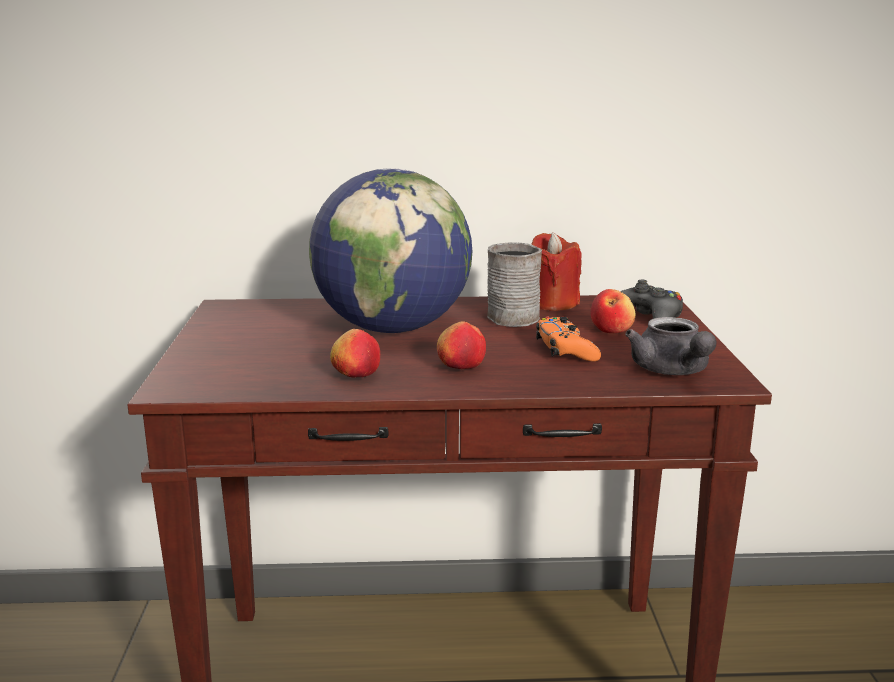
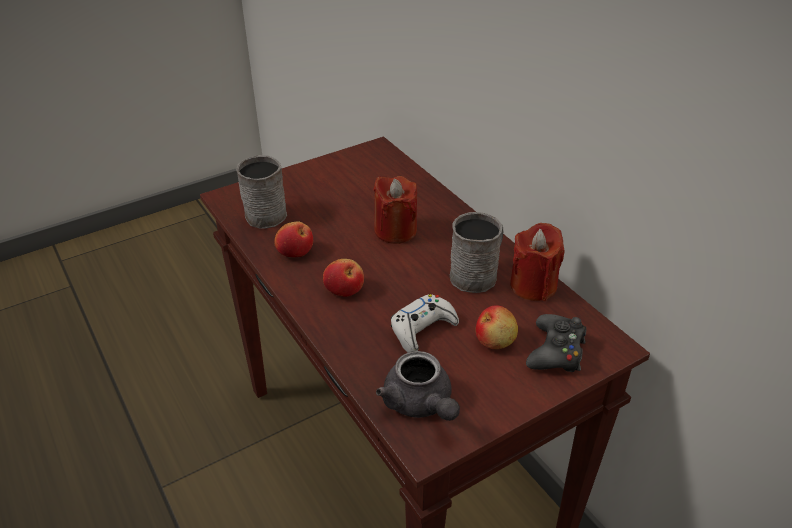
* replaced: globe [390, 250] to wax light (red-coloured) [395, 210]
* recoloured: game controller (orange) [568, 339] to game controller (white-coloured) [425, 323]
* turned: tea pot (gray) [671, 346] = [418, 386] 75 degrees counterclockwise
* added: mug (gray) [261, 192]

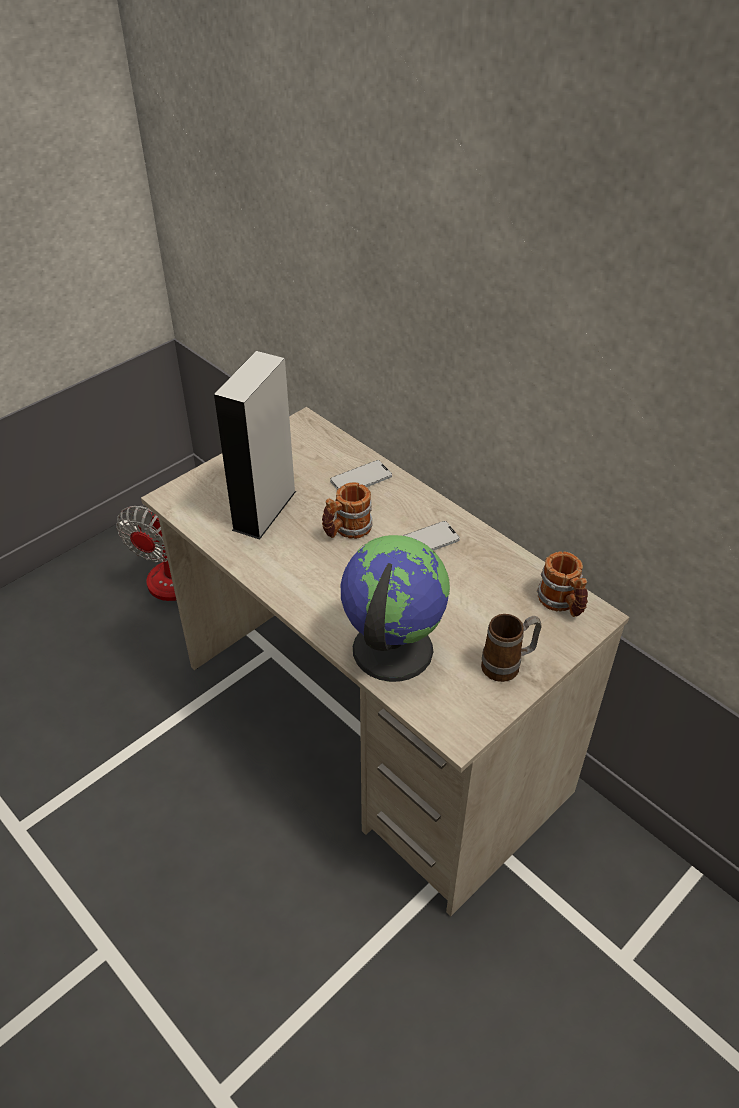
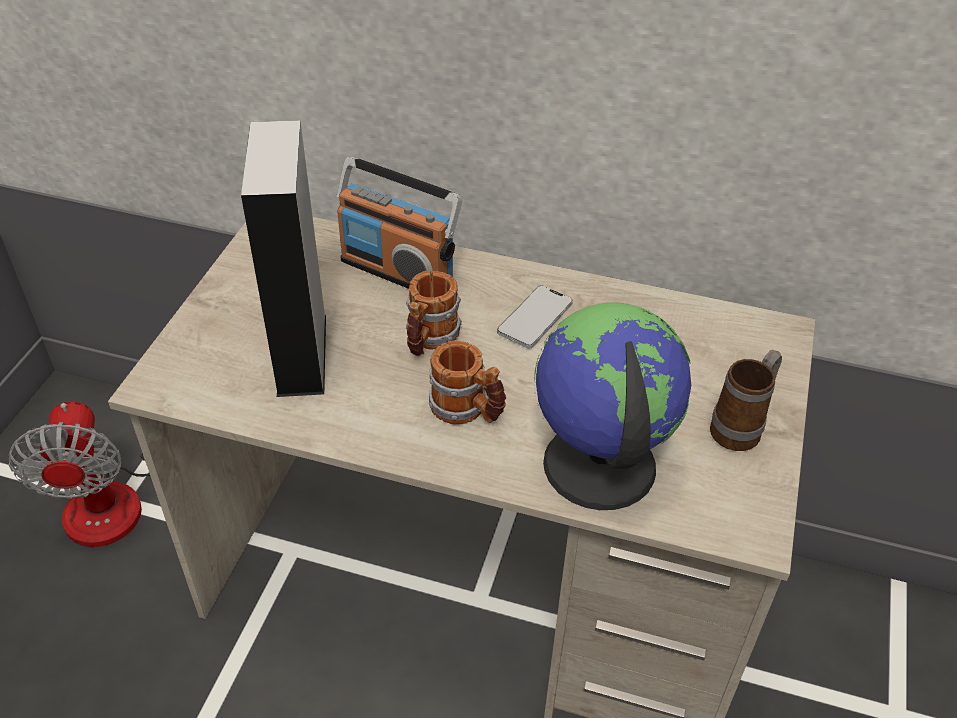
* replaced: phone [361, 475] to radio receiver [399, 223]
* moved: mug [562, 584] to [467, 383]

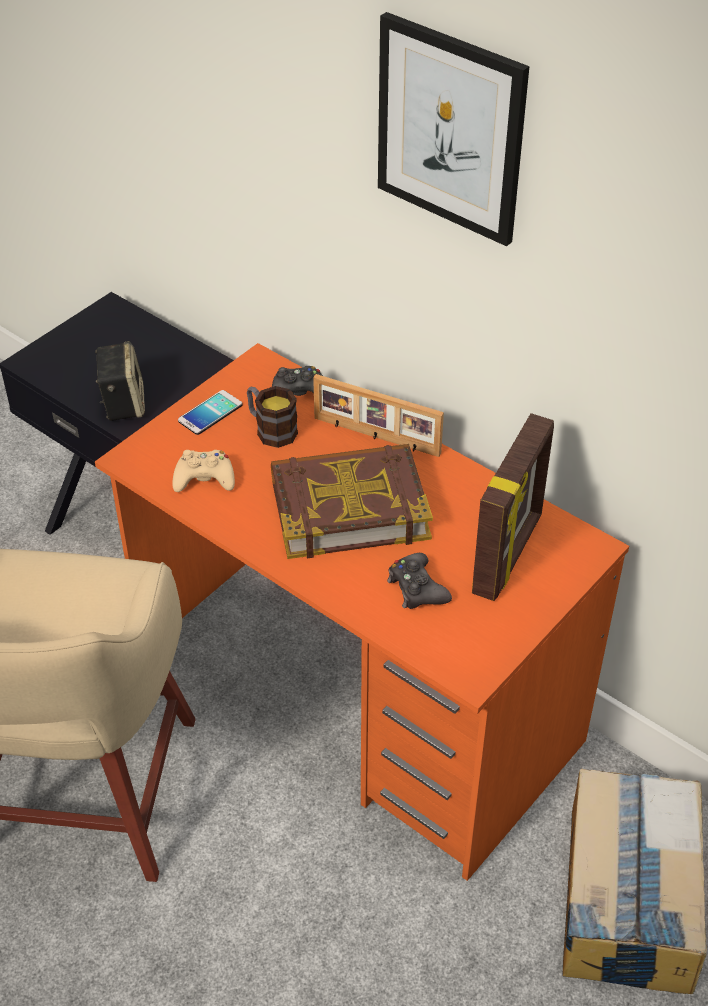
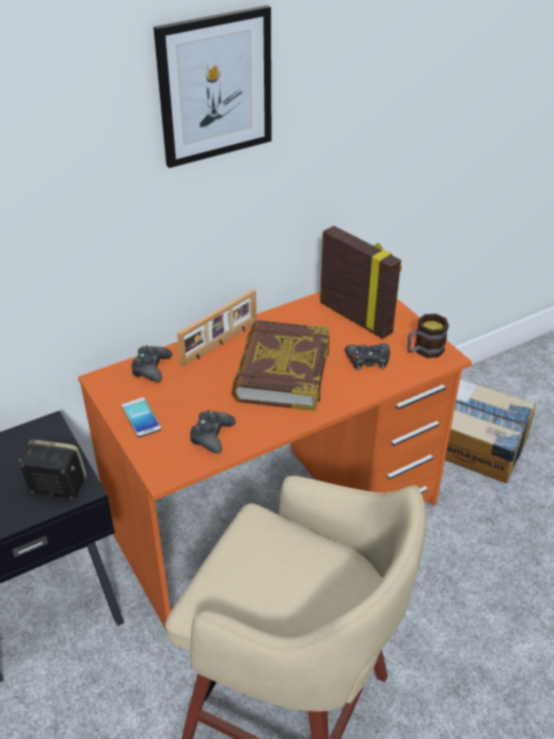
* recoloured: game controller (sand-coloured) [203, 471] to game controller (black) [213, 431]
* moved: mug [272, 417] to [428, 336]

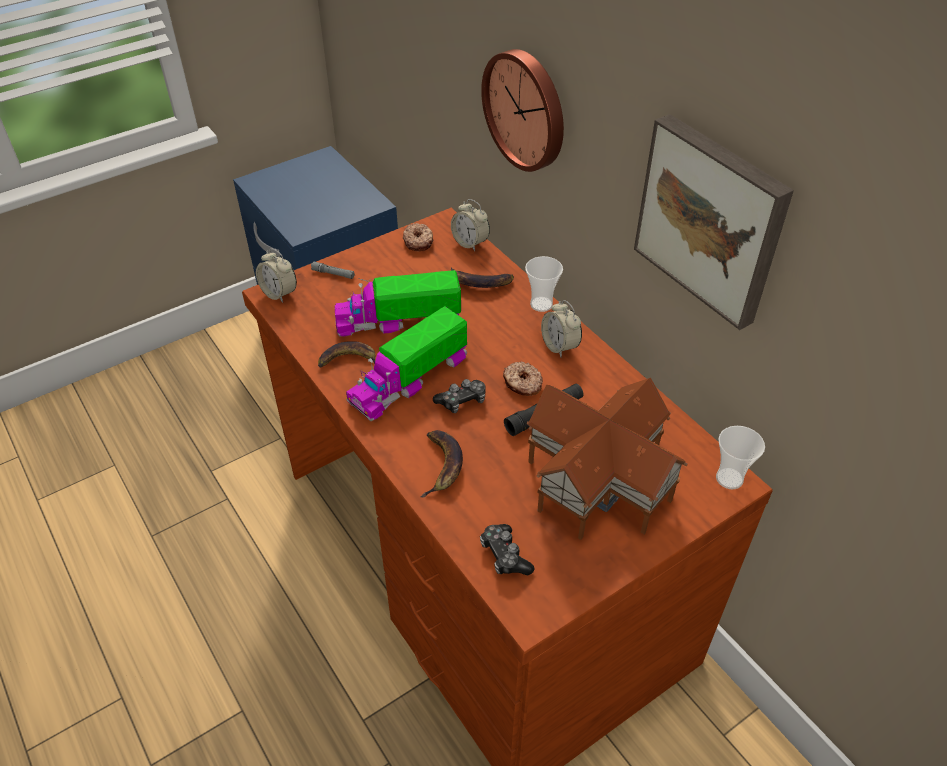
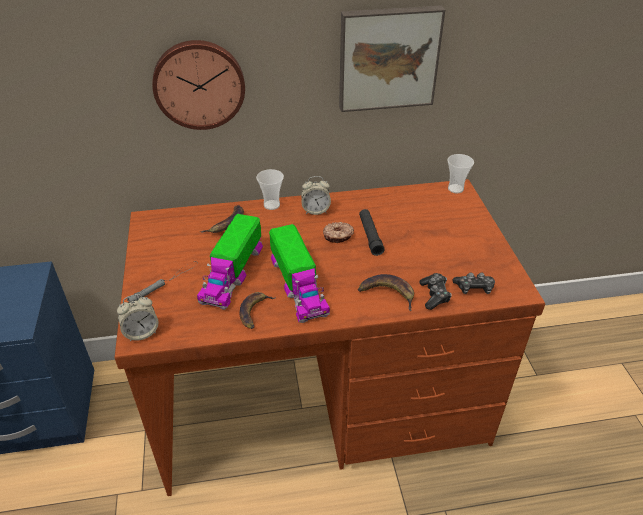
* removed: doughnut [418, 237]
* moved: game controller [459, 396] to [435, 291]
* removed: table clock [470, 225]
* removed: toy house [607, 459]

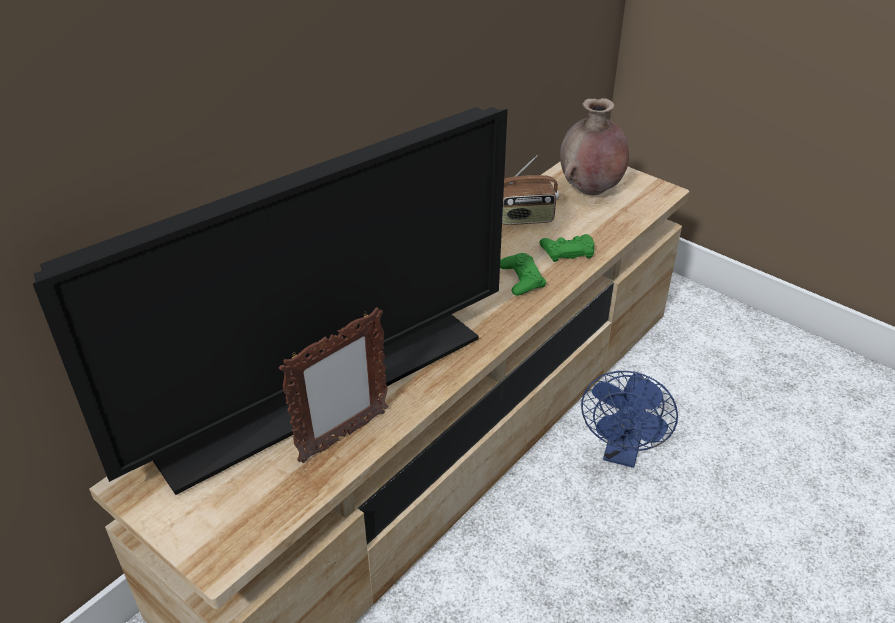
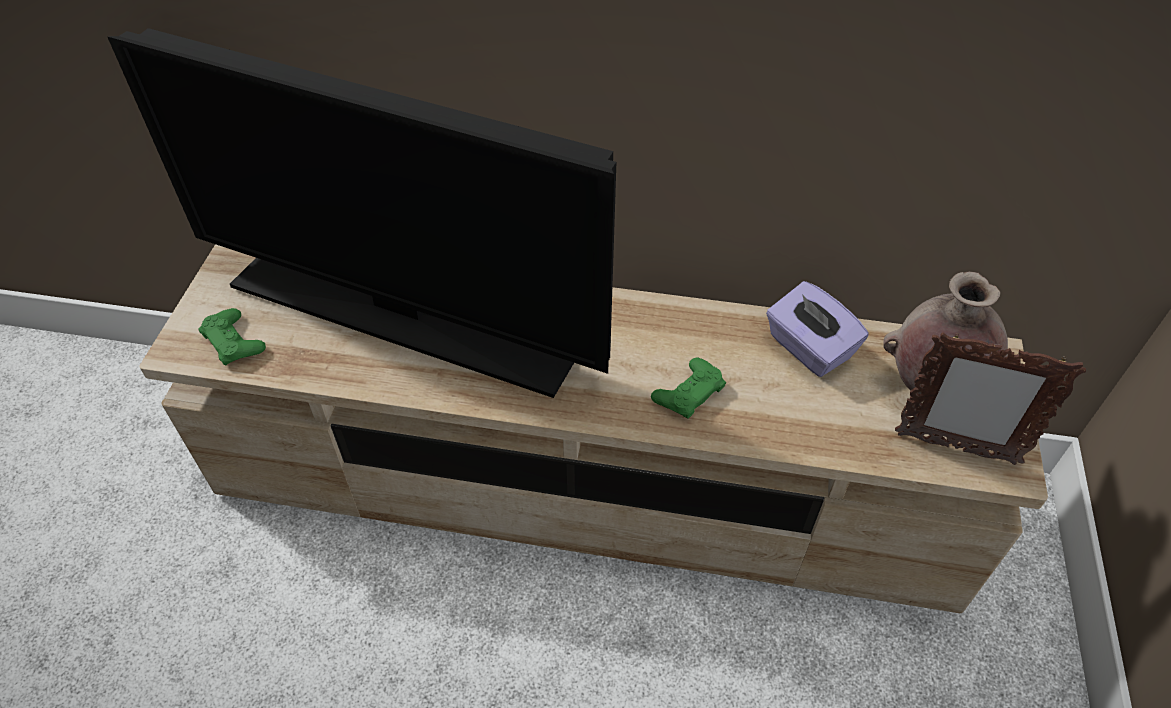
* moved: picture frame [333, 385] to [990, 398]
* replaced: radio receiver [530, 190] to box of tissues (purplish) [817, 329]
* moved: game controller (greenish) [566, 248] to [232, 337]
* removed: cooling fan (blue-coloured) [629, 419]

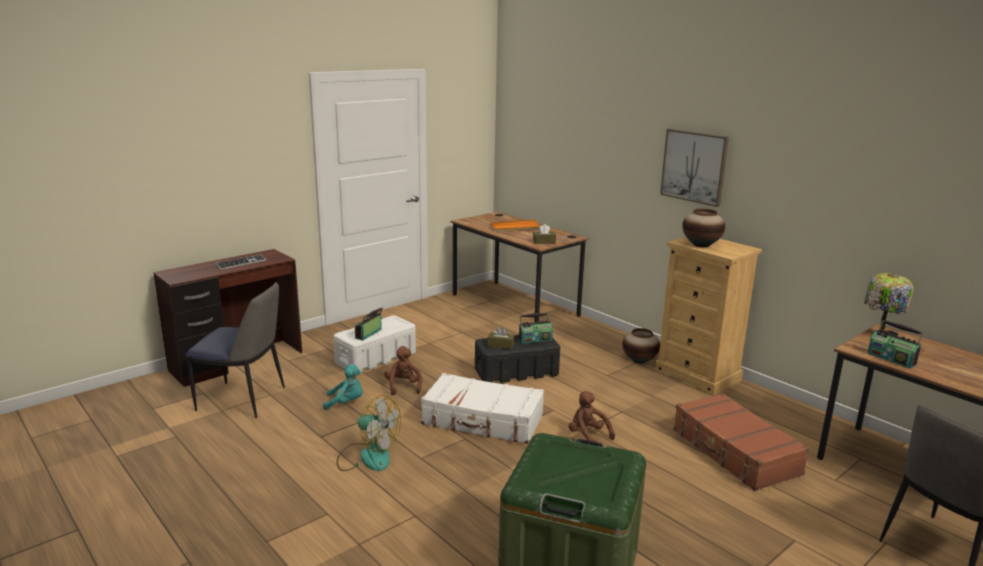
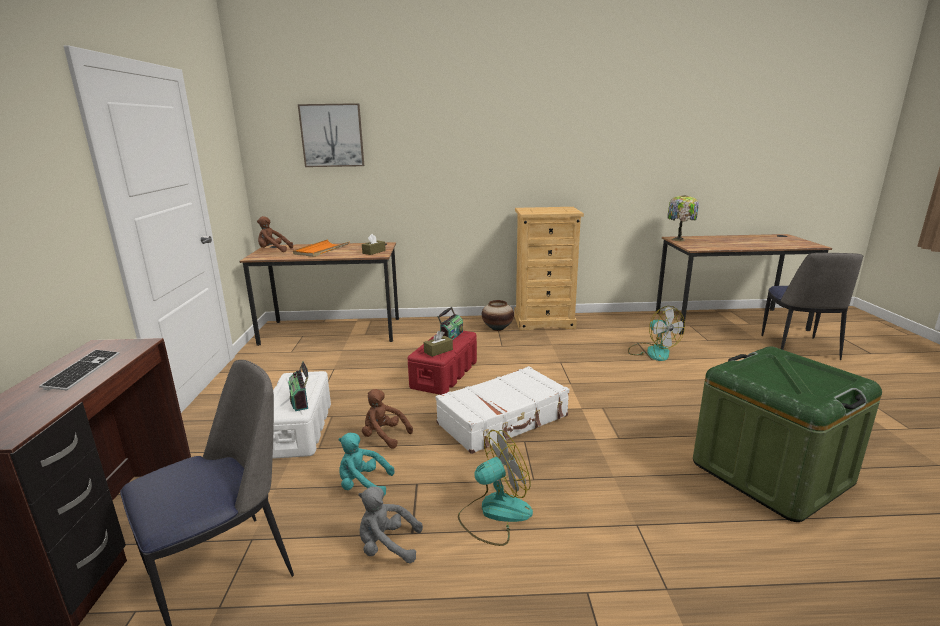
* turned: plush toy (blue-green) [343, 387] = [367, 464] 120 degrees counterclockwise
* recoloured: storage box (black) [517, 359] to storage box (red-coloured) [442, 363]
* moved: plush toy (brownish) [592, 416] to [275, 234]
* moved: wall art [694, 168] to [331, 135]
* replaced: suitcase (brownish) [741, 442] to cooling fan [656, 333]
* removed: flower vase [703, 228]
* removed: radio receiver [896, 344]
* added: plush toy (gray) [390, 524]

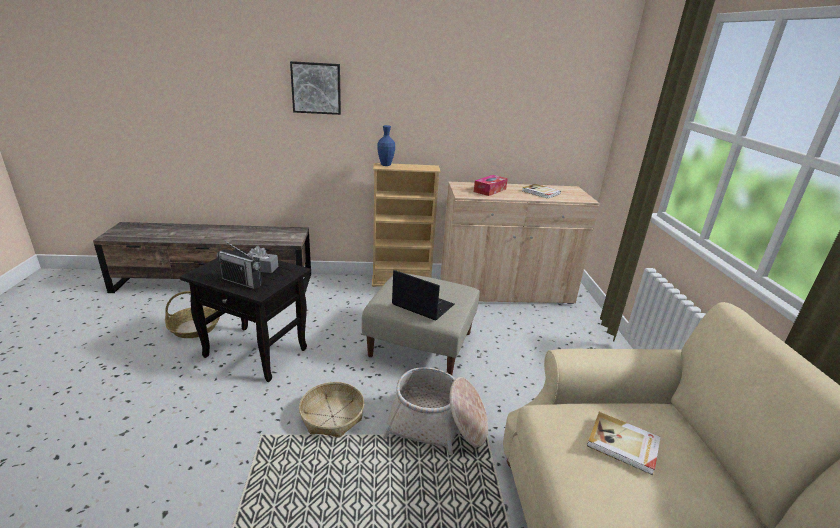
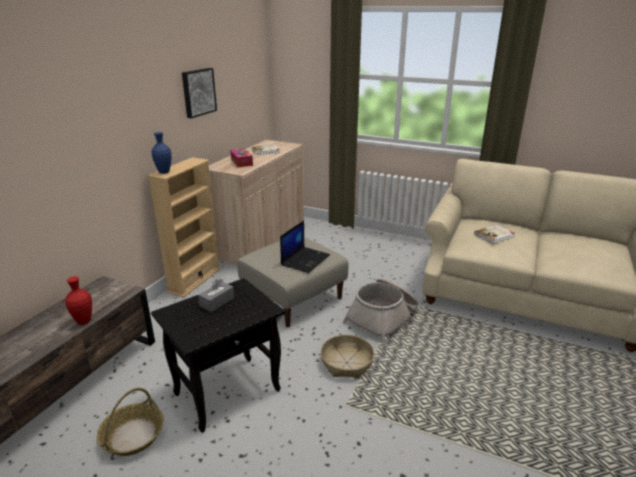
* removed: radio receiver [239, 264]
* moved: wall art [315, 88] to [199, 93]
* turned: portable computer [423, 295] = [305, 246] 150 degrees clockwise
* added: flower vase (red-coloured) [78, 300]

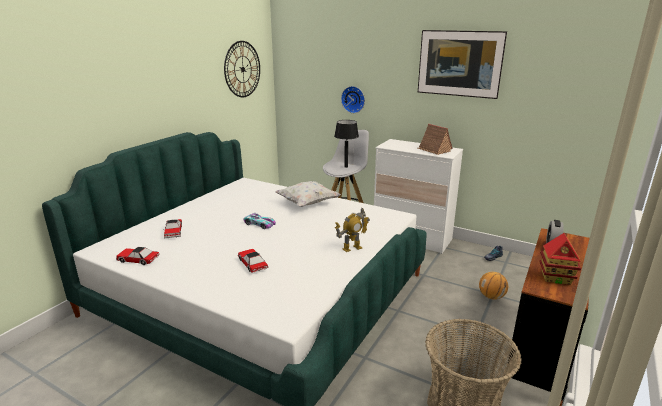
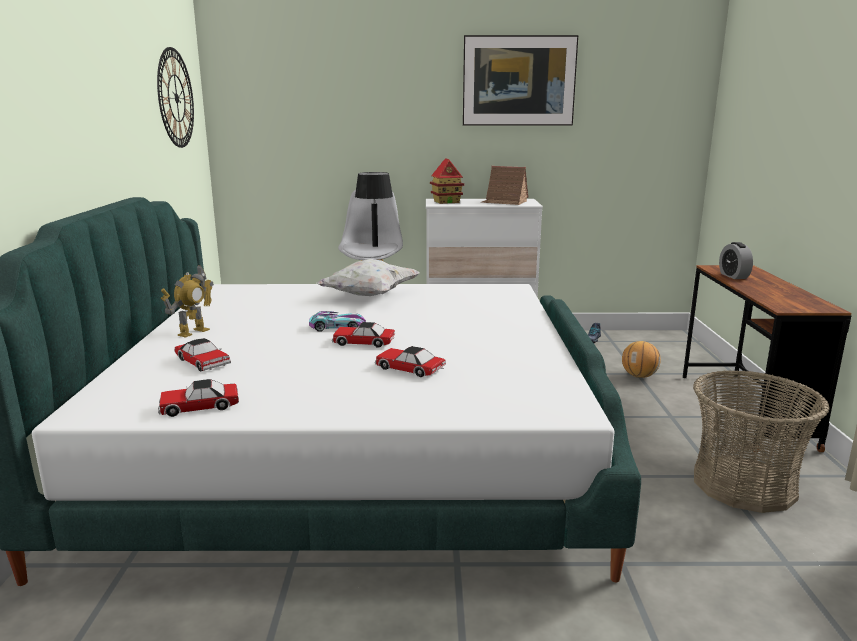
* moved: toy robot [352, 230] to [187, 301]
* removed: hanging clock [353, 99]
* moved: toy house [560, 259] to [447, 181]
* added: miniature car [363, 335]

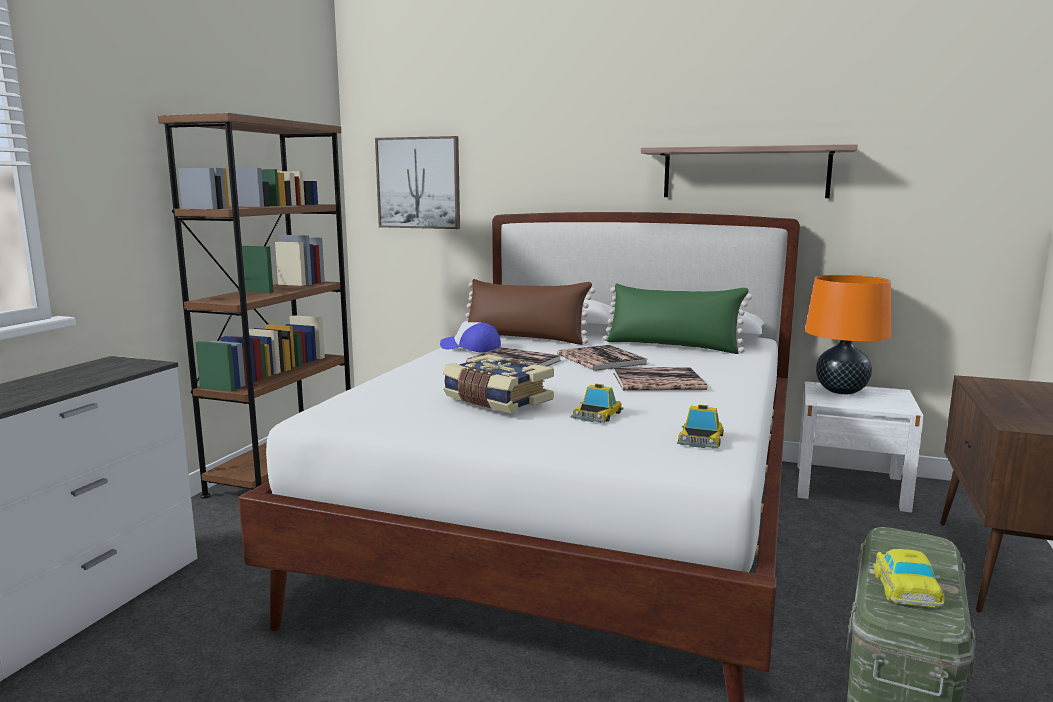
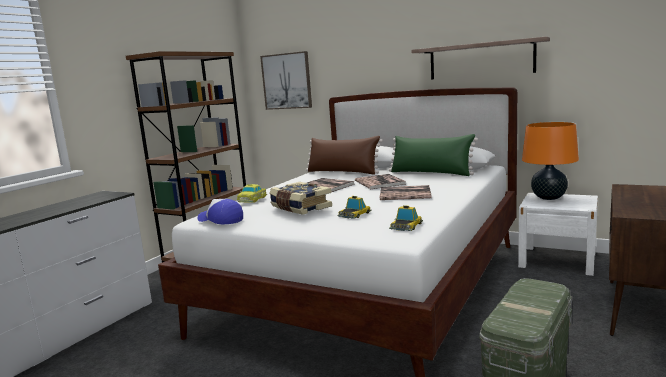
* moved: cap [470, 337] to [220, 212]
* moved: miniature car [909, 578] to [252, 193]

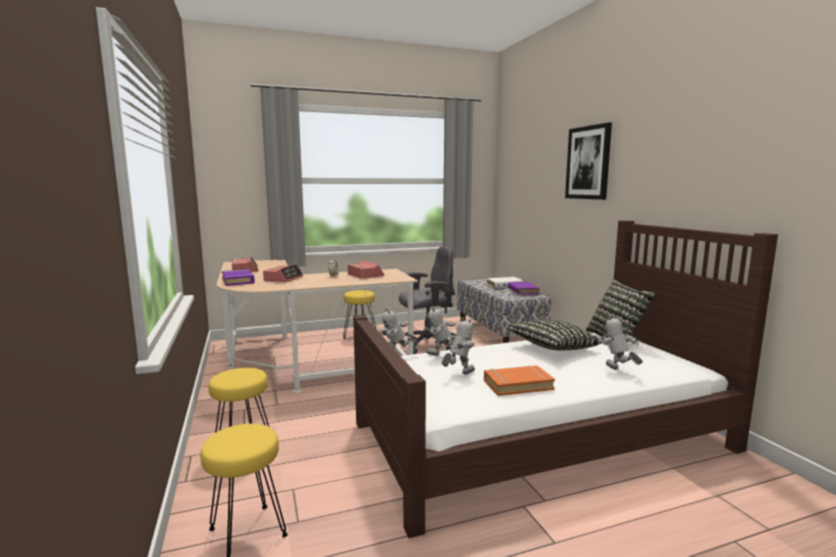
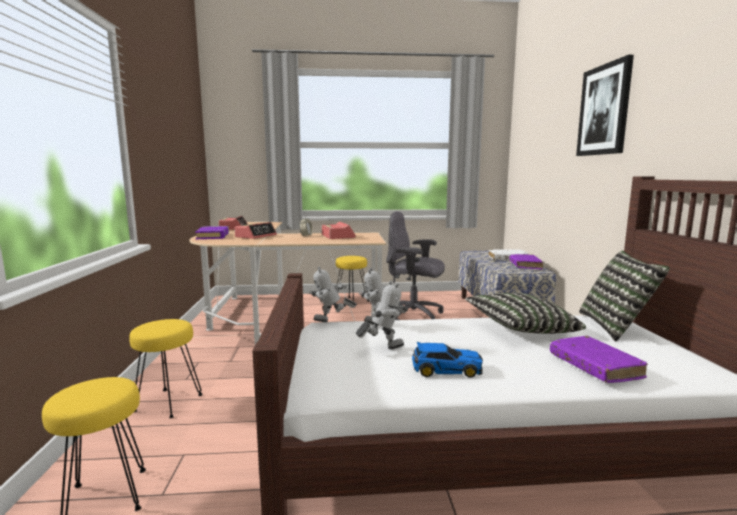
* turned: computer chair (gray) [426, 300] = [415, 265] 150 degrees counterclockwise
* replaced: bound book (orange) [519, 380] to miniature car [447, 359]
* replaced: toy robot [622, 342] to bound book (purplish) [599, 359]

